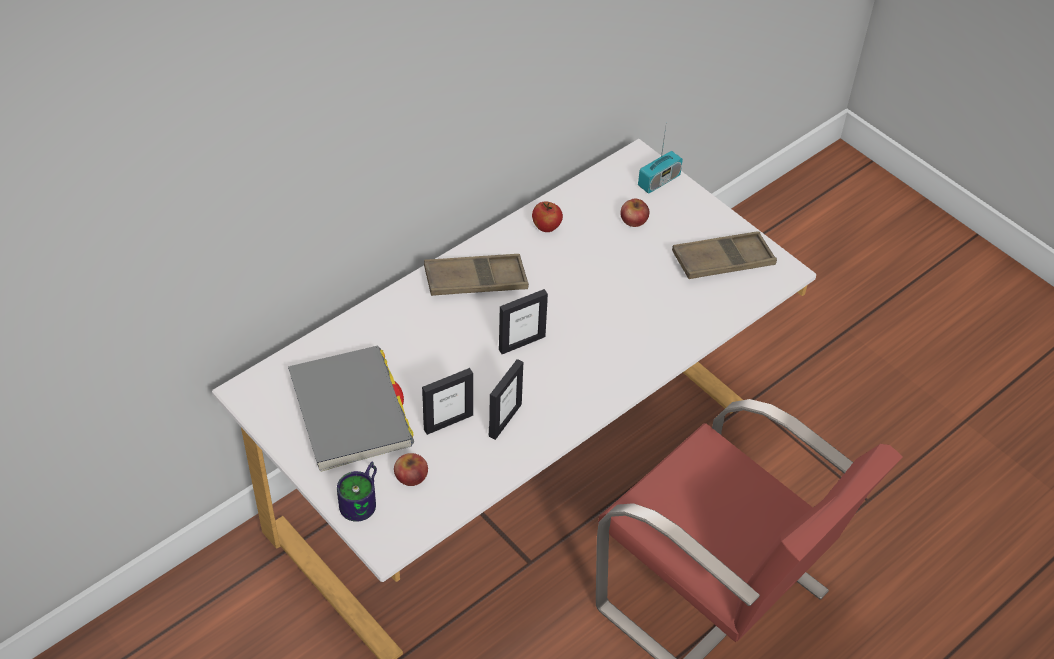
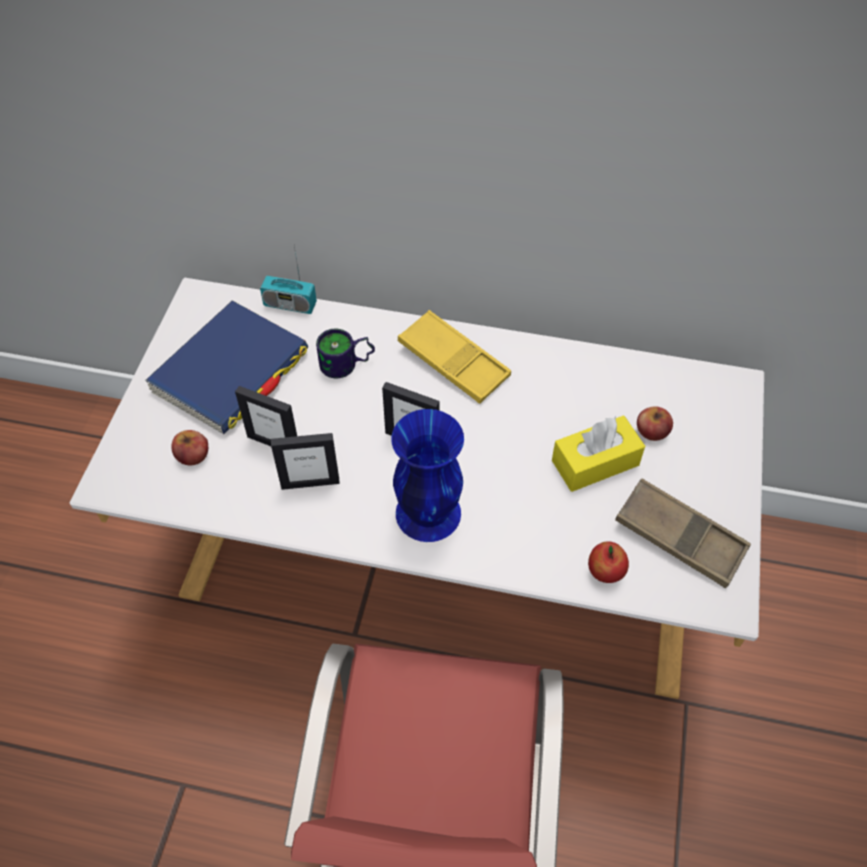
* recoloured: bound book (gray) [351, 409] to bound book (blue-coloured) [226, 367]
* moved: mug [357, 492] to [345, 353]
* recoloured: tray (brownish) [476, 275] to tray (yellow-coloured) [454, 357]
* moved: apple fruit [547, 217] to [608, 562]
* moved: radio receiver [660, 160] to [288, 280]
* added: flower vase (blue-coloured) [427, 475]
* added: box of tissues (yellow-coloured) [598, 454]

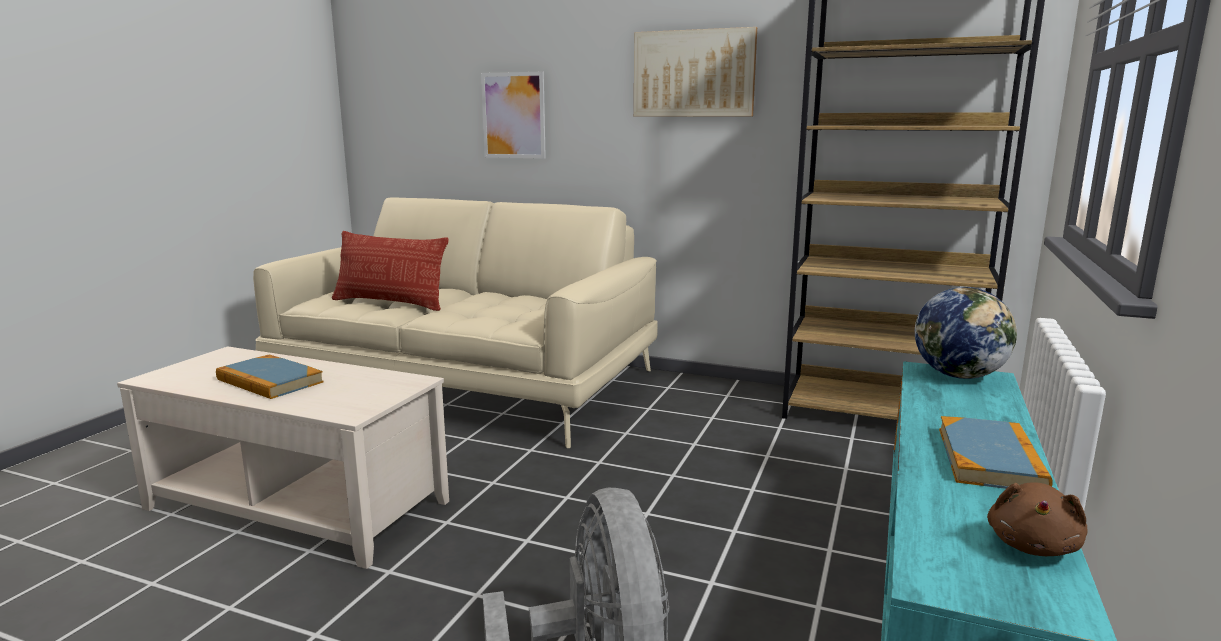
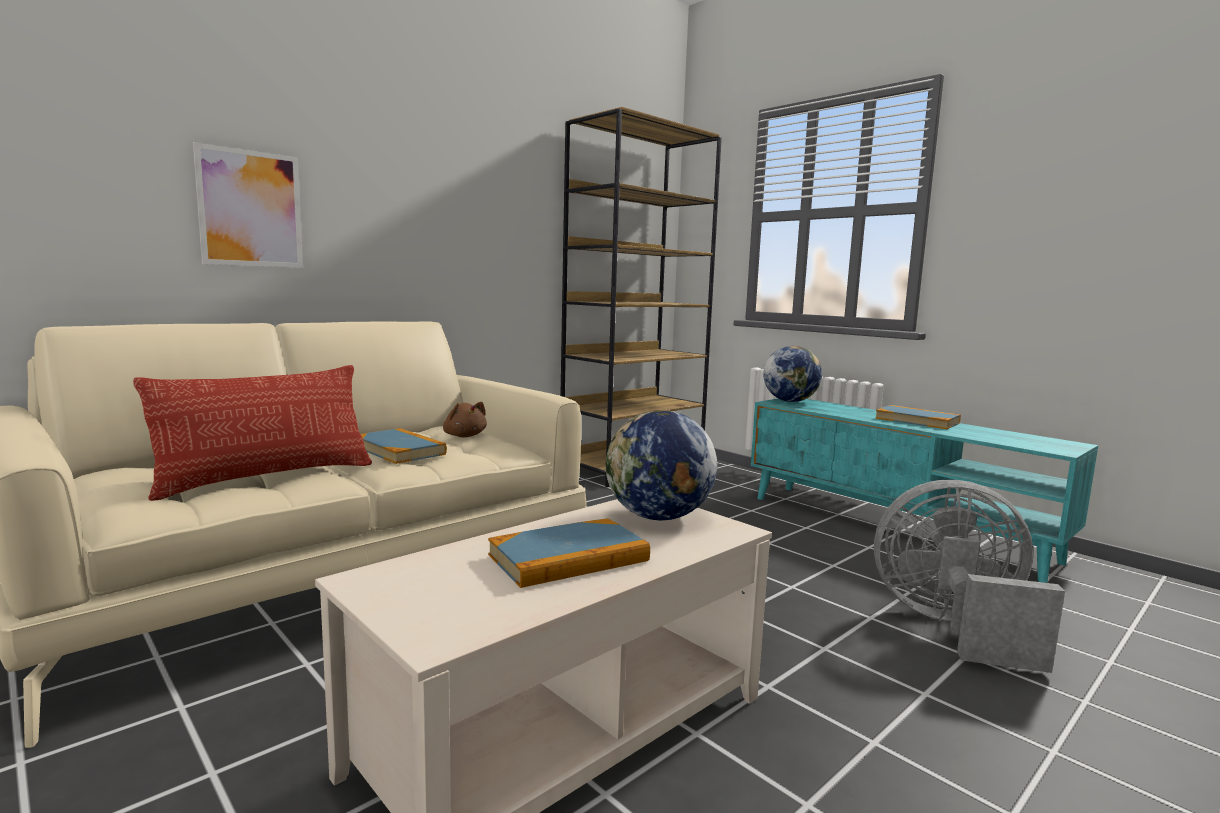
* removed: wall art [695, 72]
* moved: plush toy (brownish) [1037, 519] to [465, 419]
* added: bound book [403, 446]
* added: globe [661, 465]

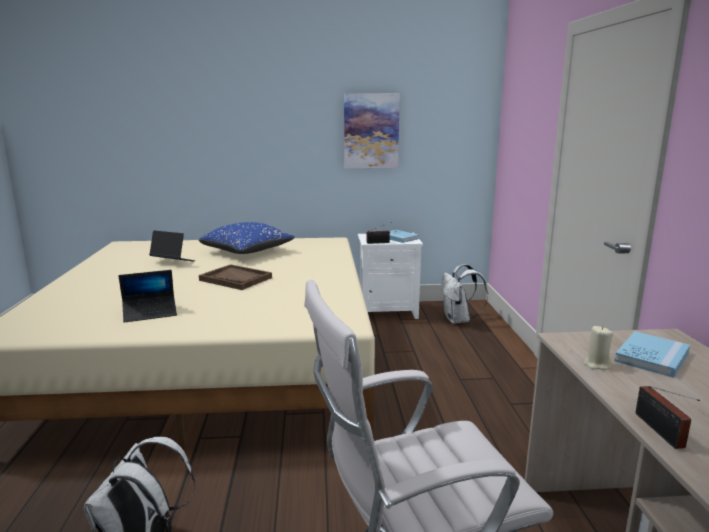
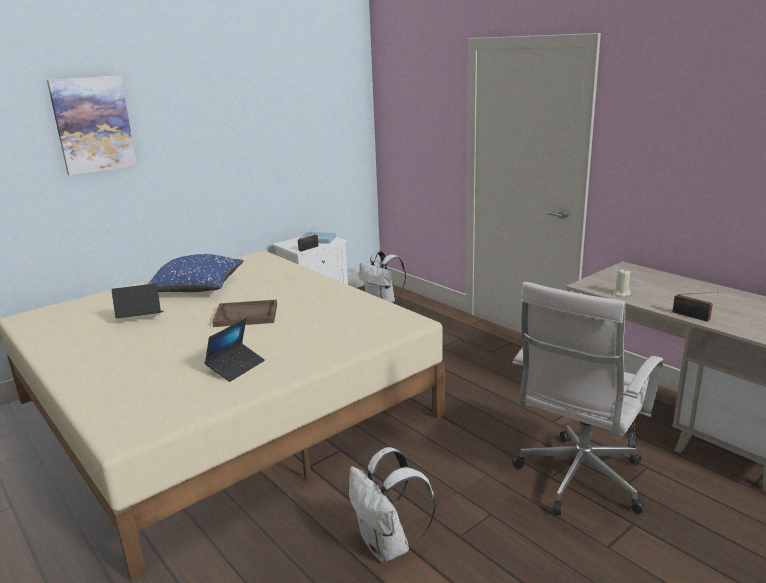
* moved: wall art [372, 130] to [92, 125]
* removed: bound book (blue-coloured) [652, 355]

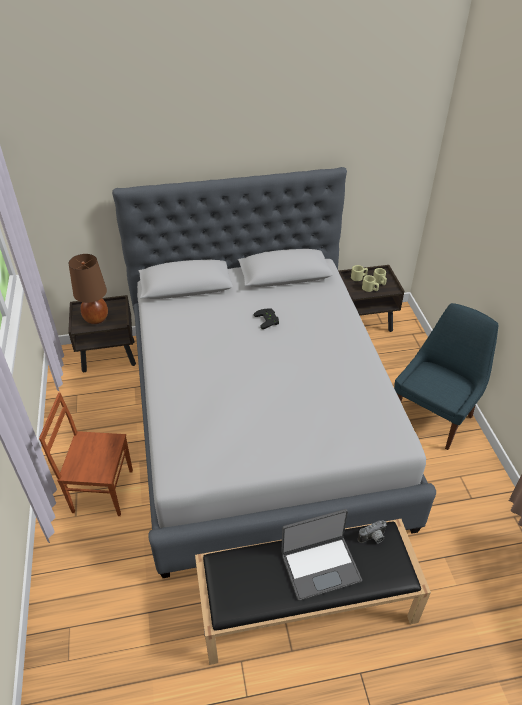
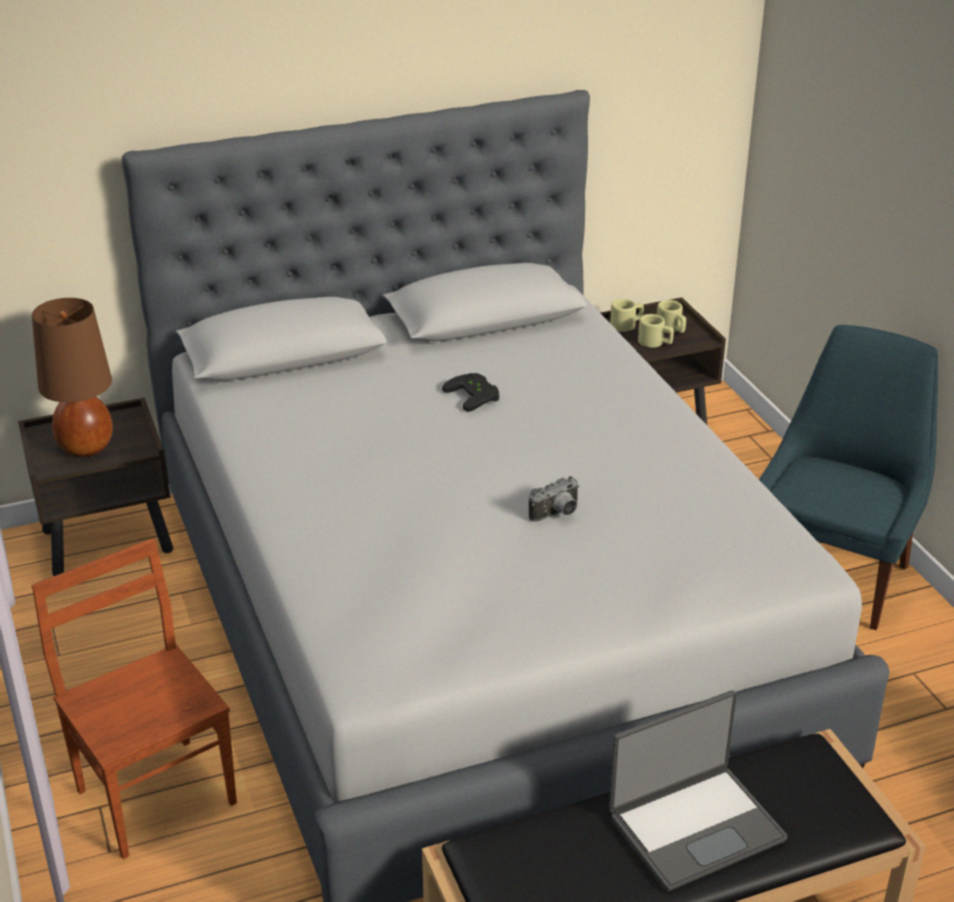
* turned: plain chair (brownish) [86, 454] = [134, 698] 60 degrees clockwise
* moved: photo camera [372, 531] to [554, 499]

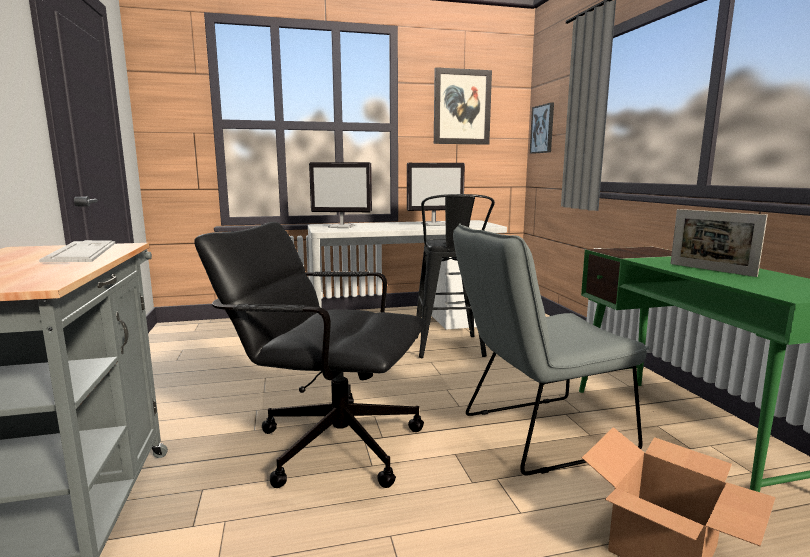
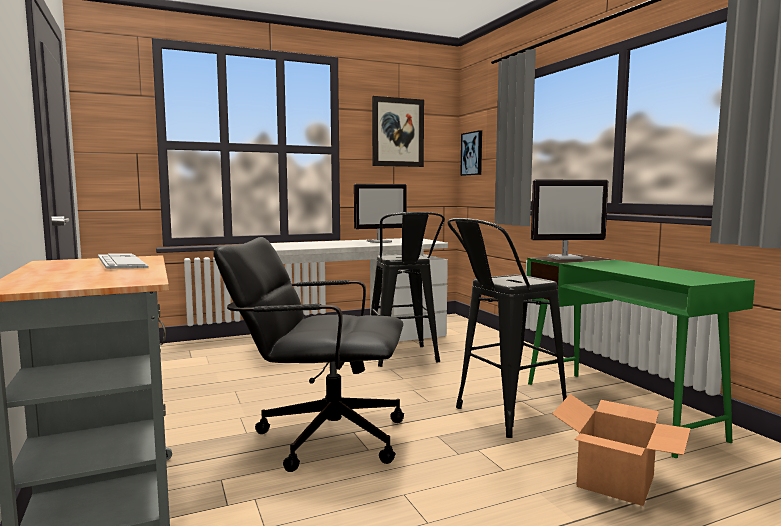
* moved: monitor [340, 195] to [569, 220]
* replaced: plain chair (gray) [551, 349] to stool (black) [507, 328]
* removed: picture frame [719, 243]

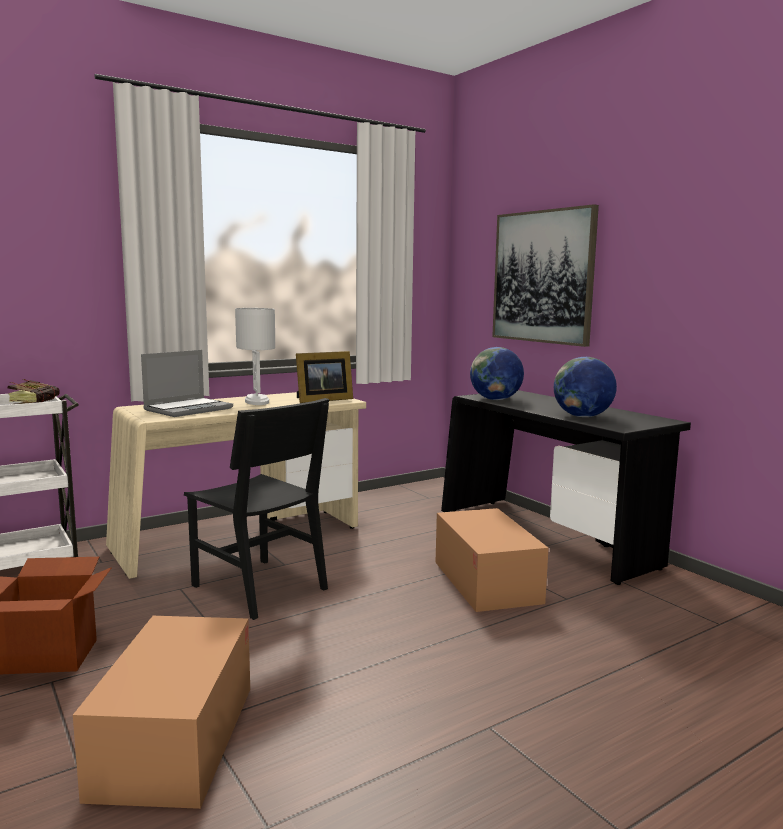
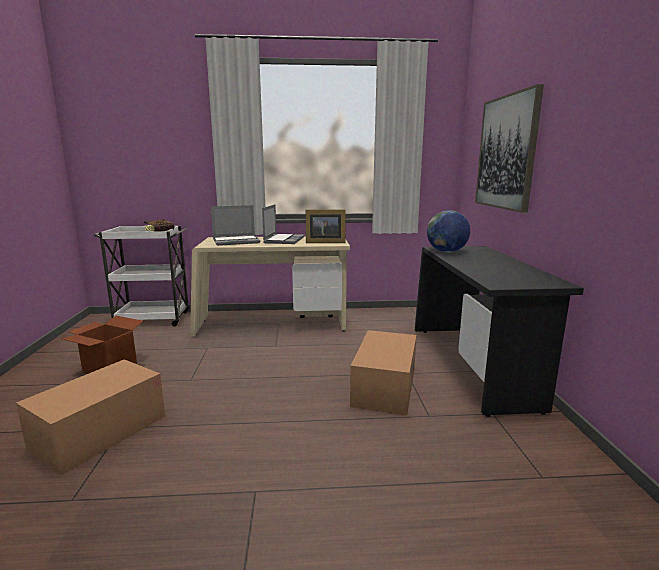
* removed: plain chair (black) [256, 509]
* replaced: lamp for a table (white-coloured) [255, 356] to portable computer [283, 224]
* removed: globe [585, 387]

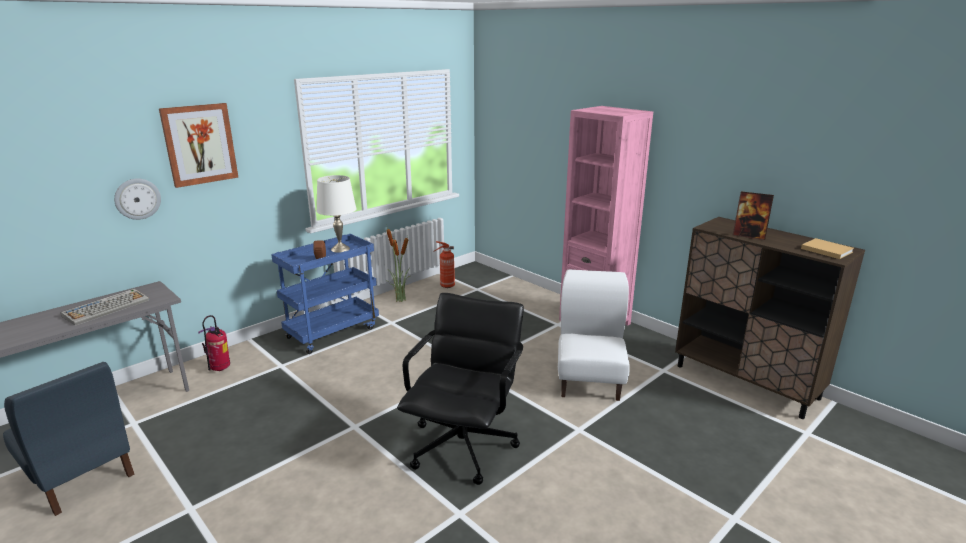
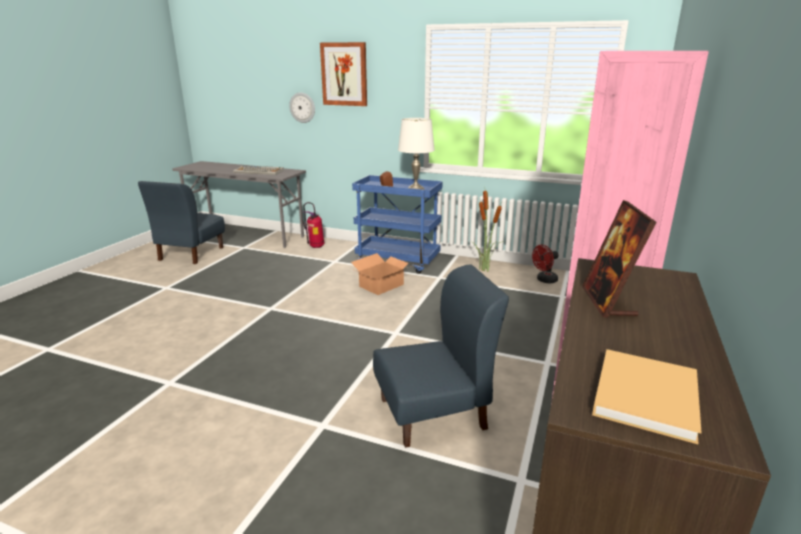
* removed: computer chair (black) [460, 389]
* replaced: fire-fighting cylinder [444, 264] to cooling fan (red-coloured) [545, 264]
* recoloured: plain chair (white-coloured) [594, 335] to plain chair (blue-coloured) [441, 356]
* added: packing box [381, 274]

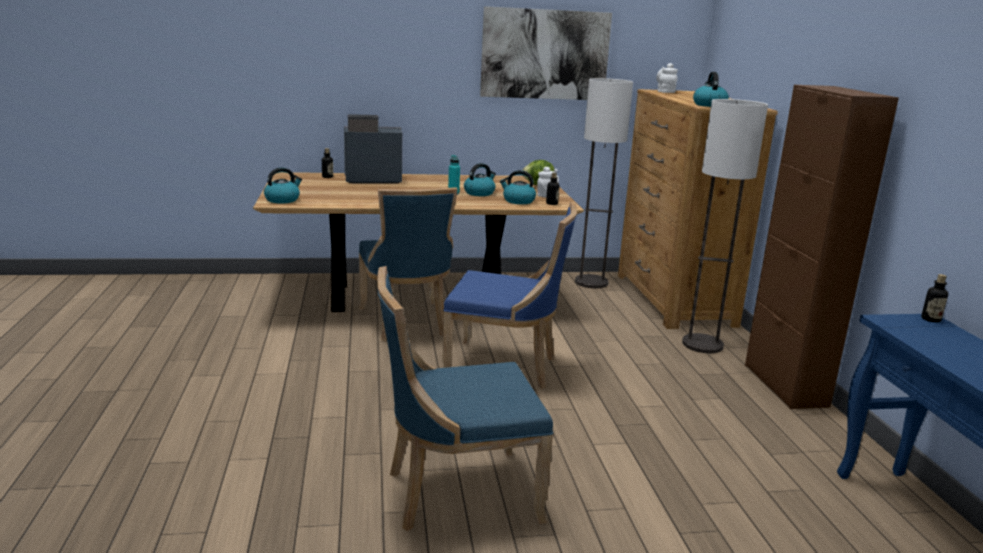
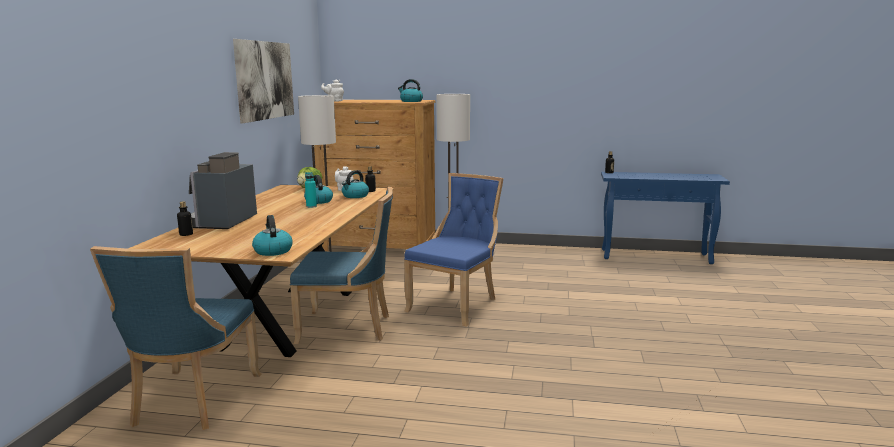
* moved: plain chair (blue-coloured) [465, 398] to [175, 338]
* removed: storage cabinet (brownish) [822, 247]

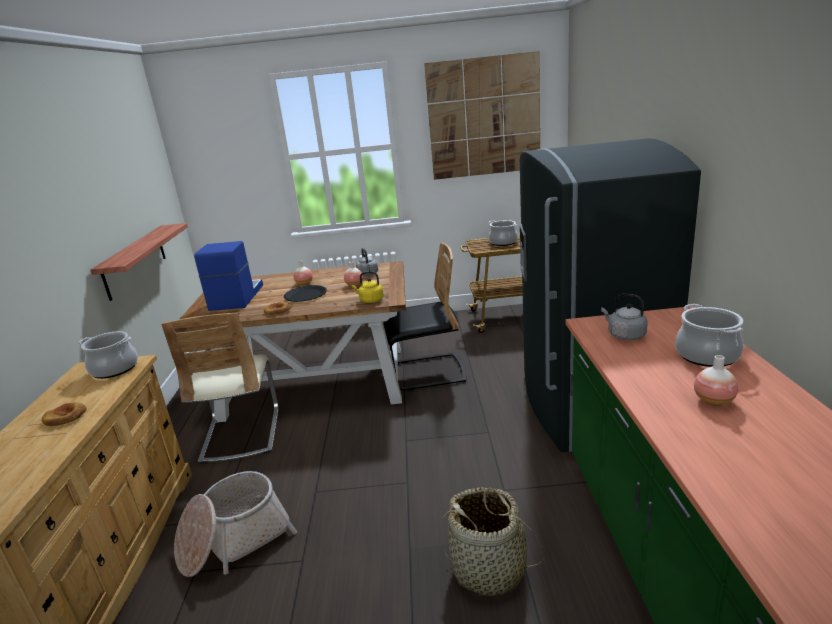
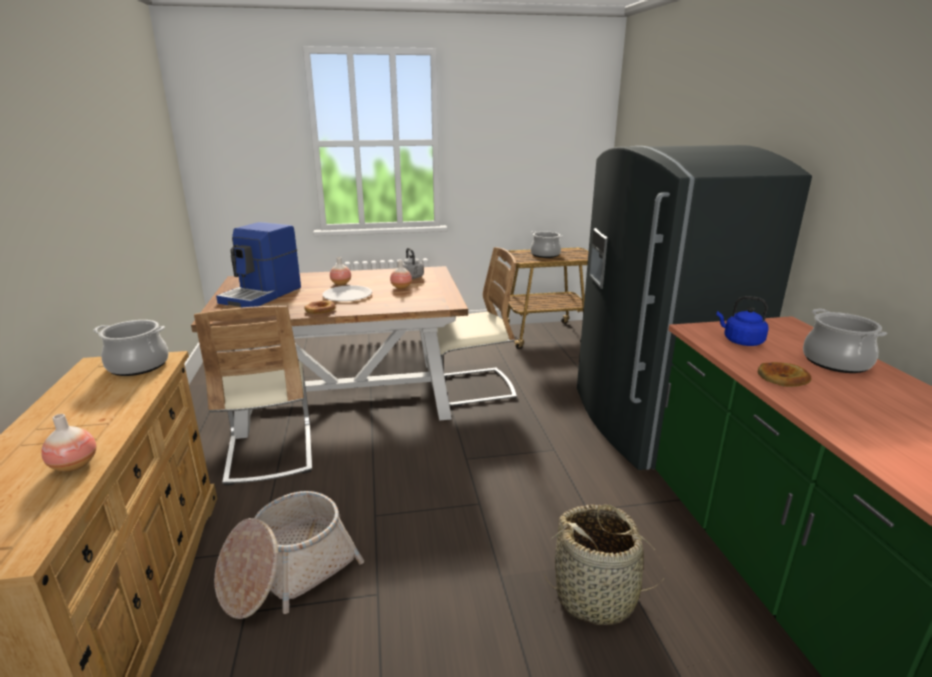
* moved: baked bread [64, 414] to [785, 374]
* removed: wall shelf [139, 262]
* turned: coffee maker [228, 276] = [258, 264] 150 degrees counterclockwise
* recoloured: plate (black) [305, 293] to plate (white-coloured) [347, 293]
* removed: tea kettle (yellow-coloured) [368, 287]
* recoloured: plain chair (black) [424, 317] to plain chair (sand-coloured) [477, 327]
* removed: wall art [482, 115]
* recoloured: tea kettle (gray) [624, 316] to tea kettle (blue-coloured) [742, 321]
* moved: flower vase [716, 380] to [68, 443]

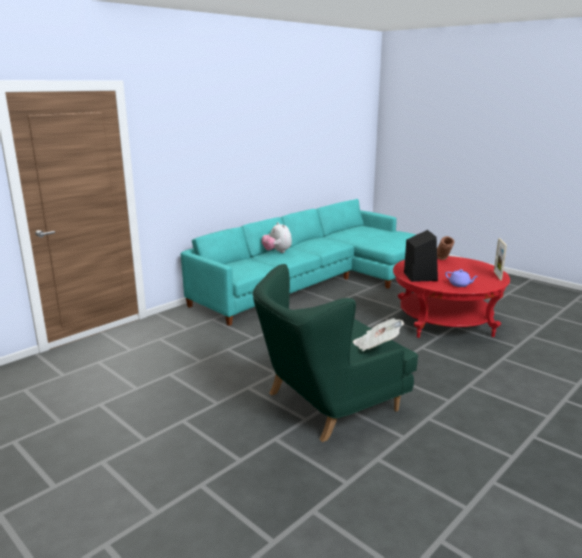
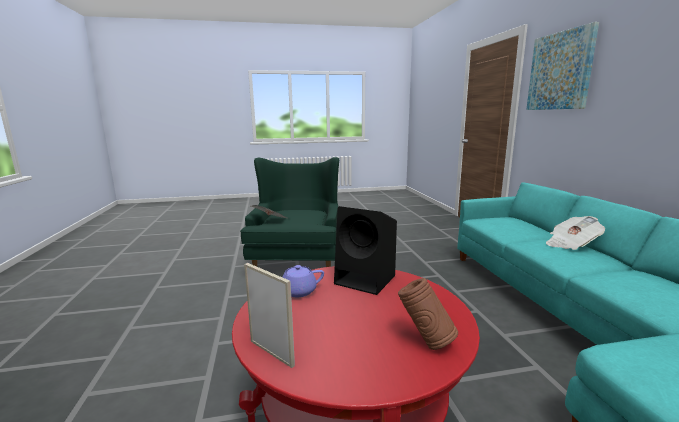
* replaced: plush toy [277, 237] to newspaper [575, 233]
* added: wall art [562, 66]

